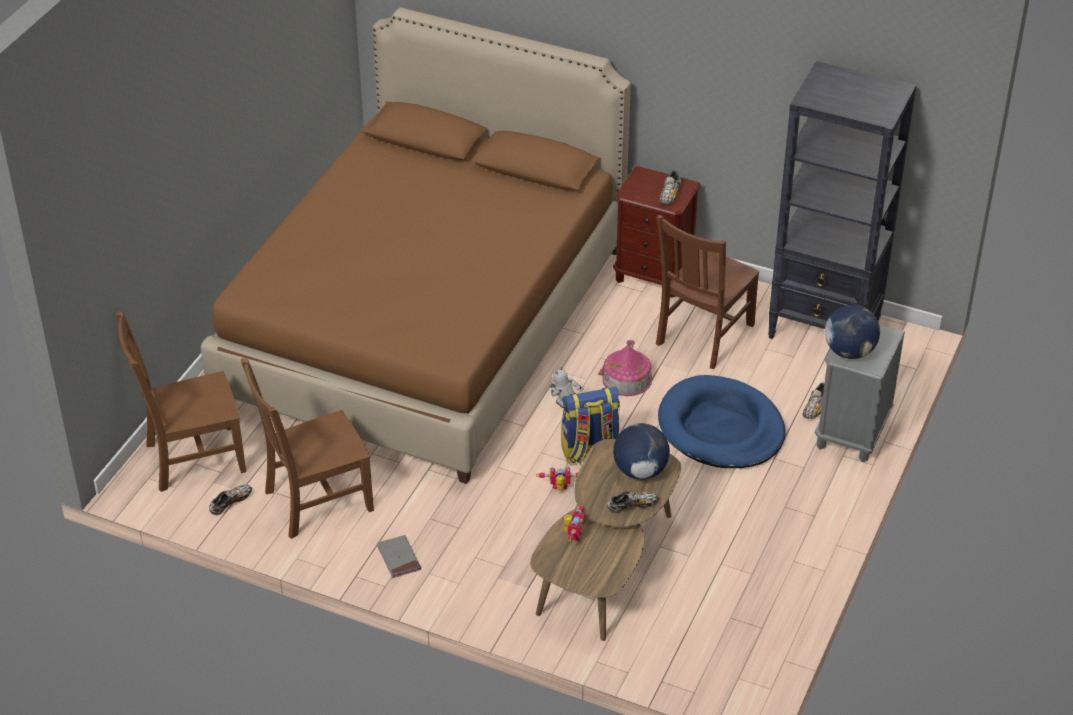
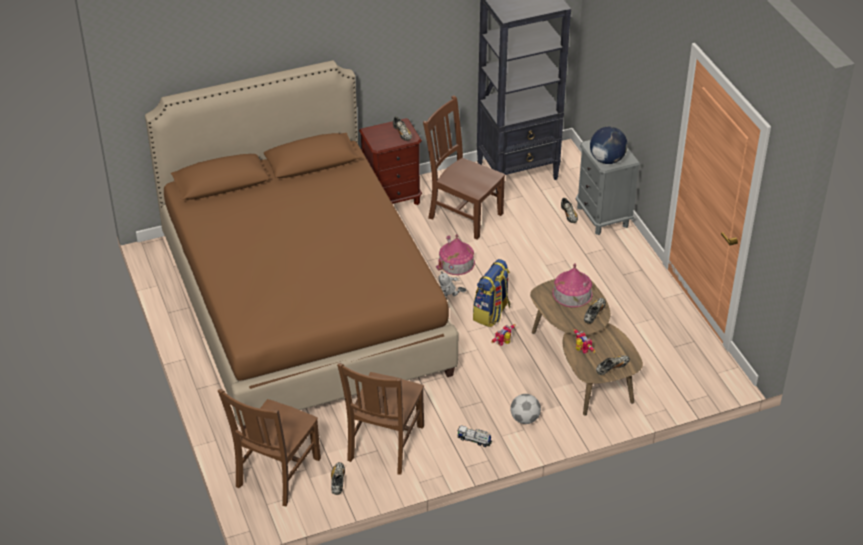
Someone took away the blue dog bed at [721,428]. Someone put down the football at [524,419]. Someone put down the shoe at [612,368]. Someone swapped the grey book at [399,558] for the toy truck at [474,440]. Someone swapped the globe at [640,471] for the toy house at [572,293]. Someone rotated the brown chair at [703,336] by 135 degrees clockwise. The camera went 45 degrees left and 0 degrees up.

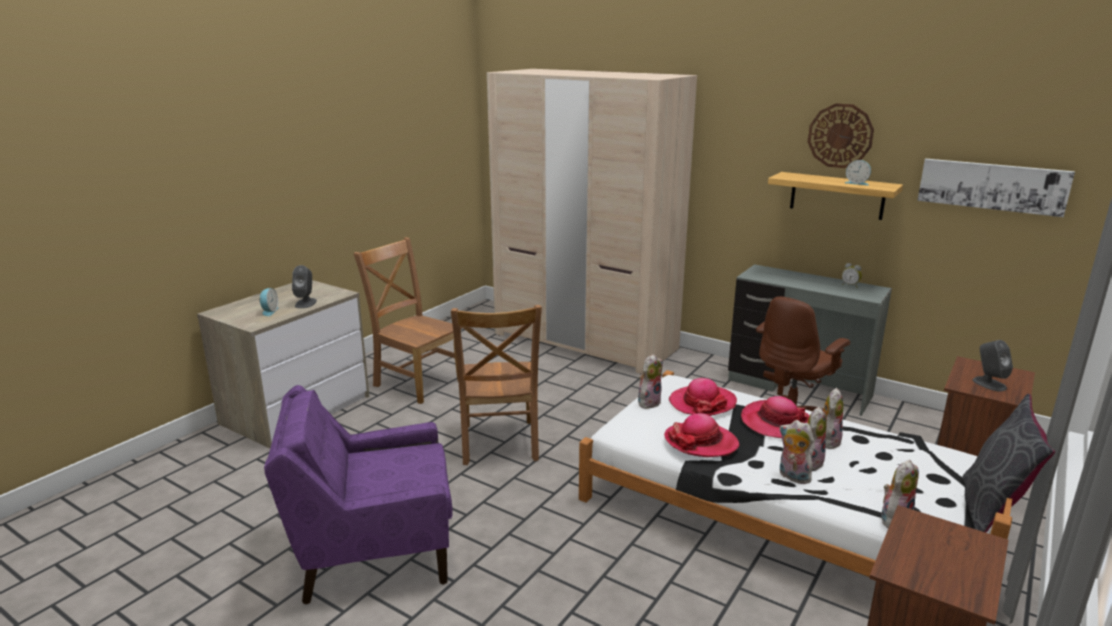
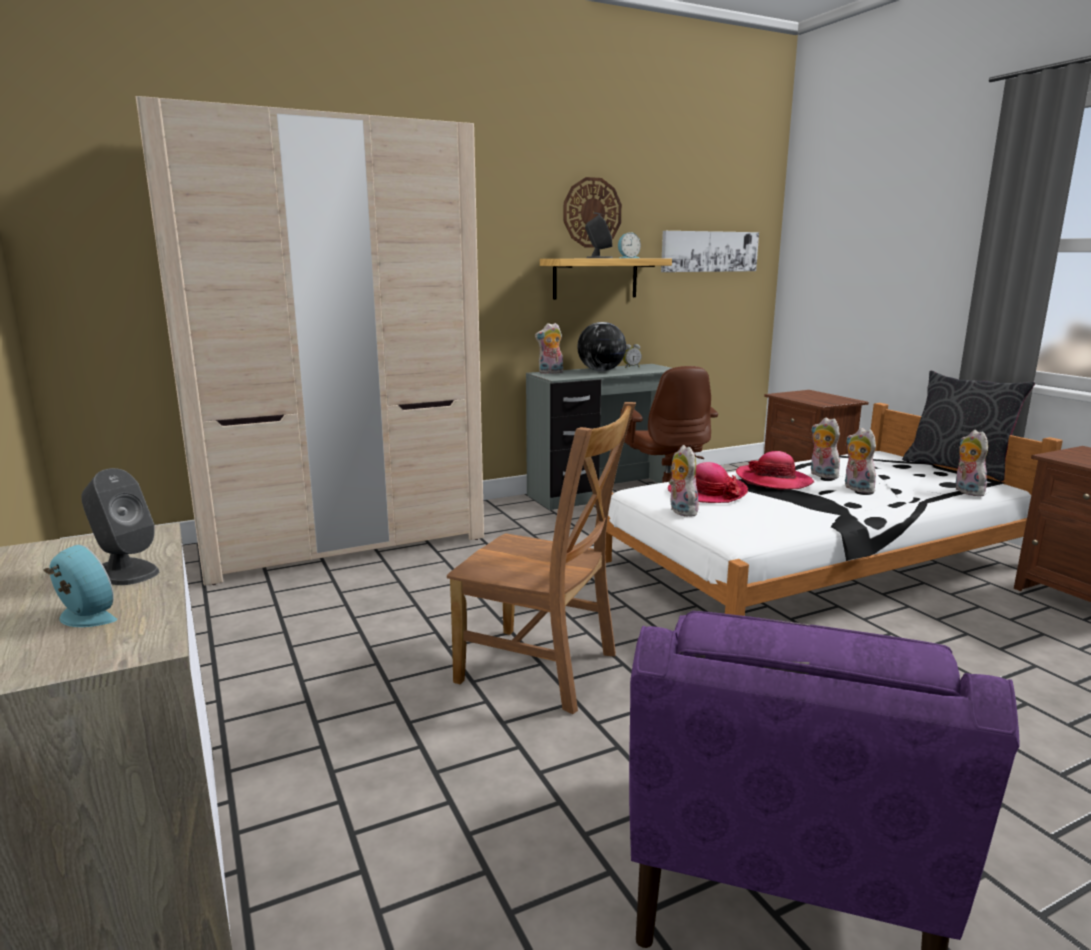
Someone took away the brown chair at [416,382]. Someone took away the hat at [701,442]. Someone put down the globe at [600,371]. Someone carried the plush toy from [792,477] to [550,373]. Someone carried the grey speaker from [988,384] to [599,258]. The camera went 60 degrees left and 5 degrees down.

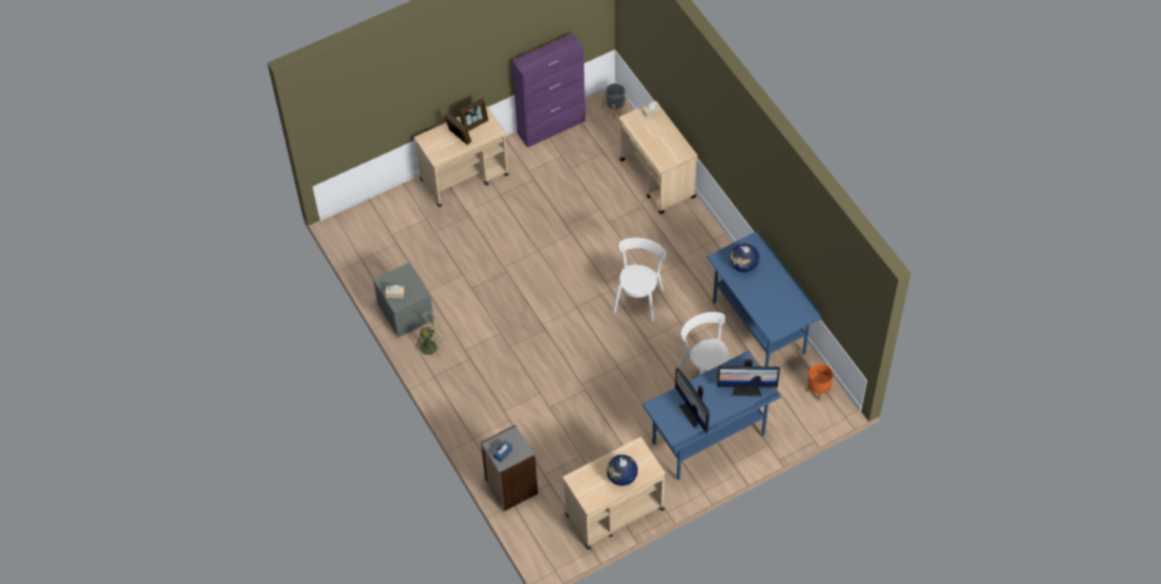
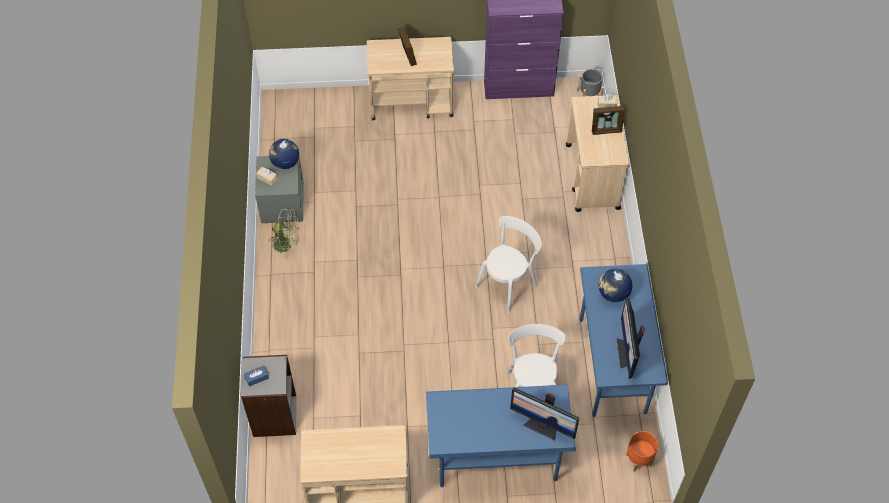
Someone carried the picture frame from [474,124] to [606,130]. Someone carried the globe from [622,477] to [285,163]. Someone carried the monitor from [692,413] to [627,353]. The camera went 25 degrees right and 0 degrees up.

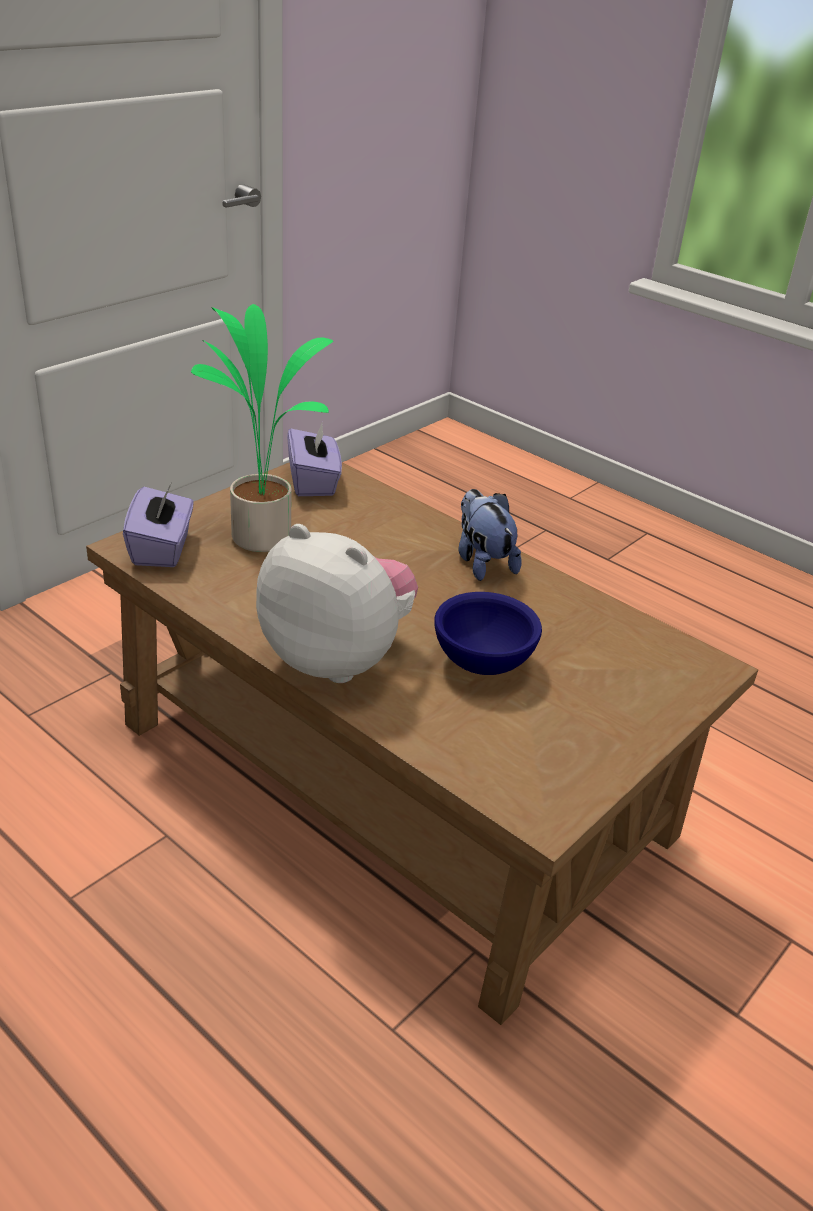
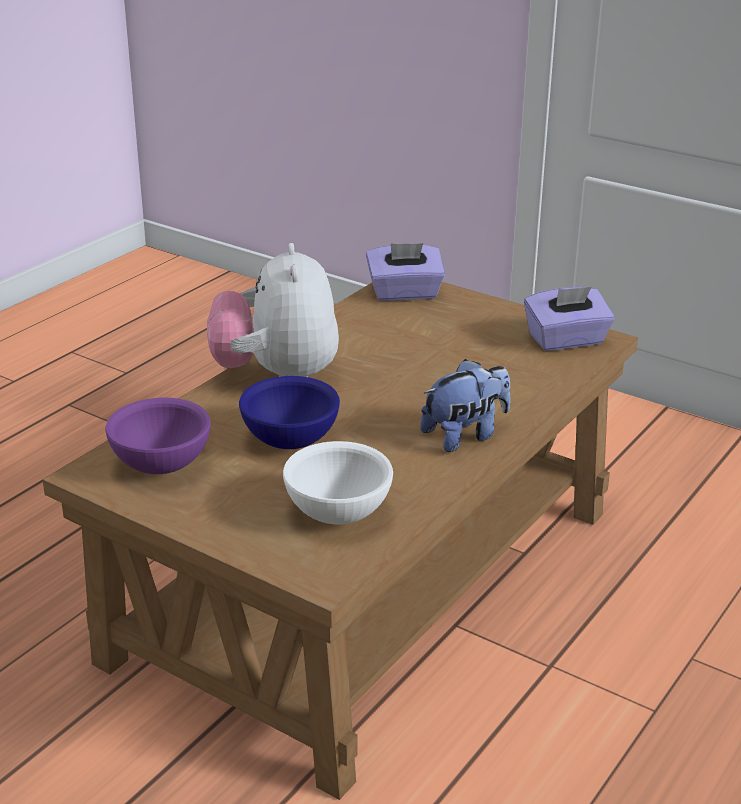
Someone took away the potted plant at [262,536]. Someone put down the purple bowl at [162,464]. Someone put down the white bowl at [336,513]. Someone rotated the plush toy at [337,658] by 150 degrees clockwise. The camera went 85 degrees right and 5 degrees down.

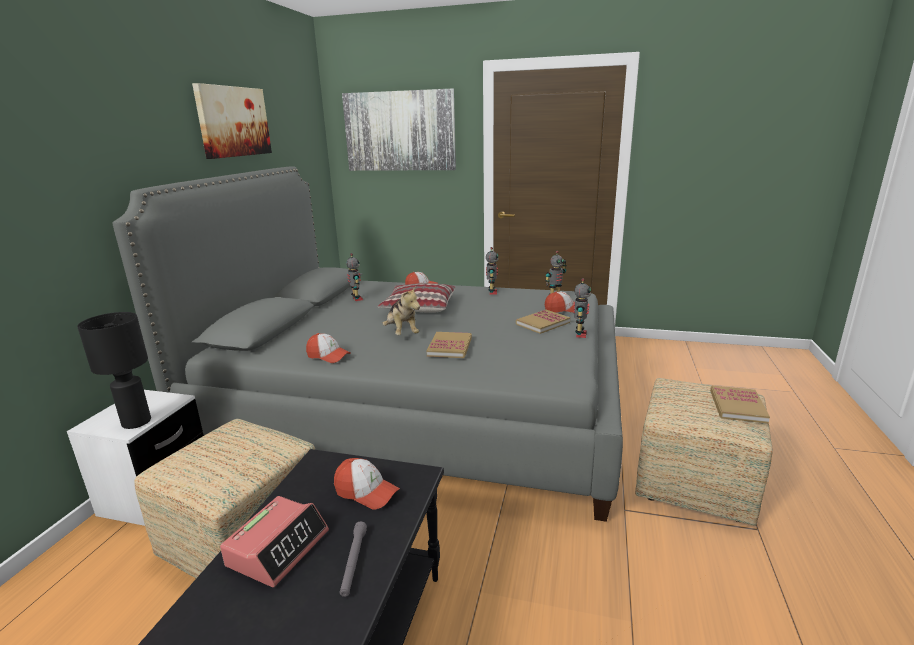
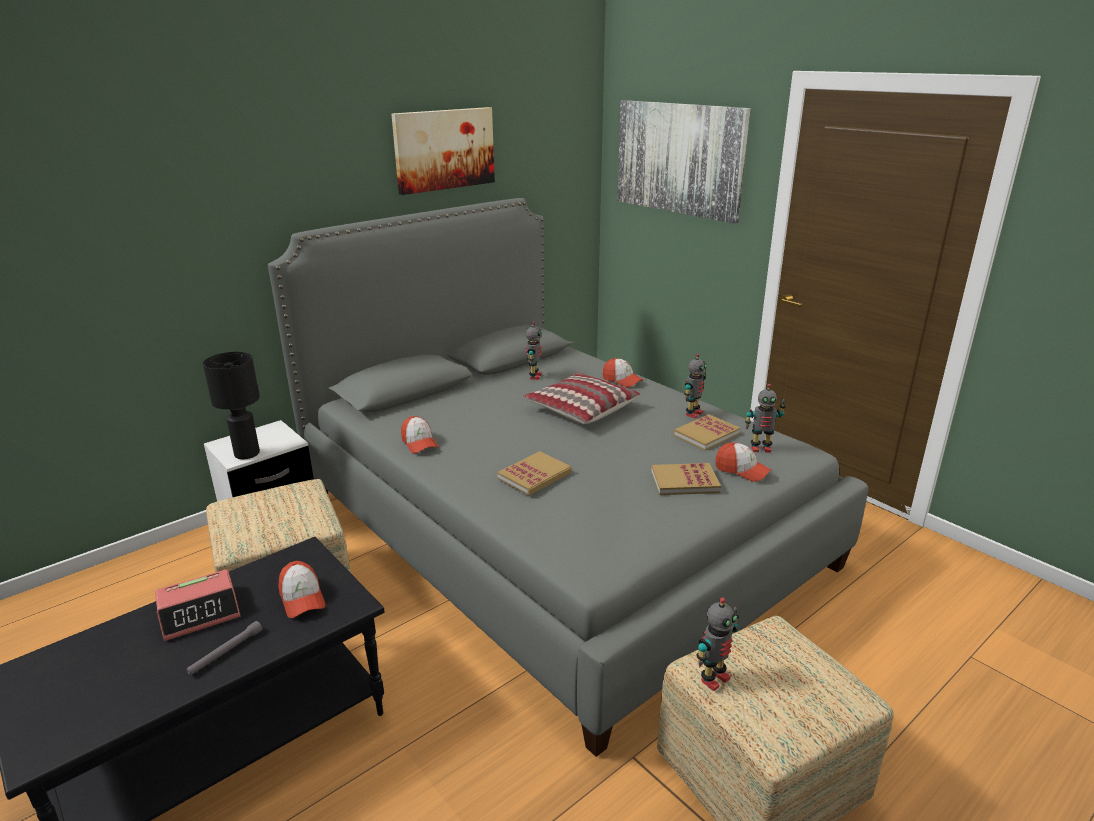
Someone took away the plush toy at [401,333]. Someone carried the toy robot from [579,334] to [713,678]. Someone carried the book from [737,406] to [706,434]. The camera went 35 degrees right and 5 degrees up.

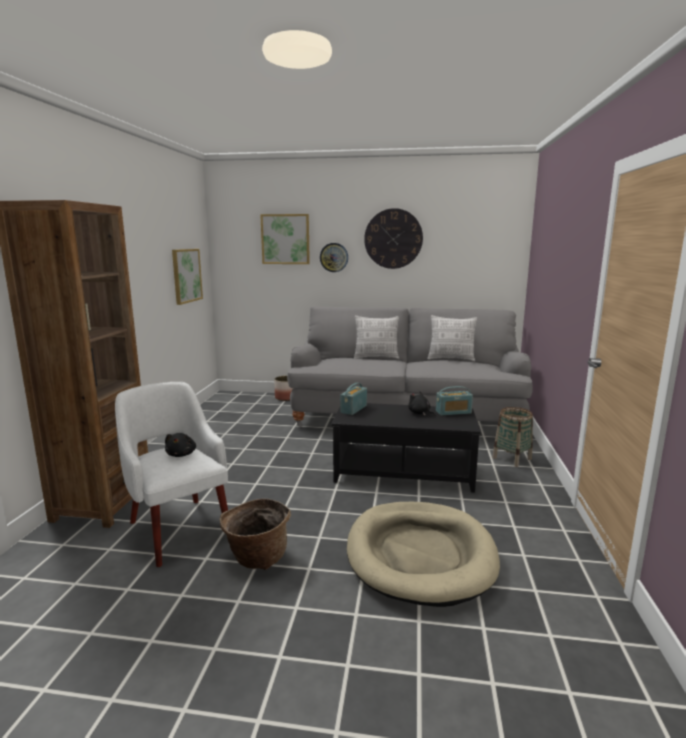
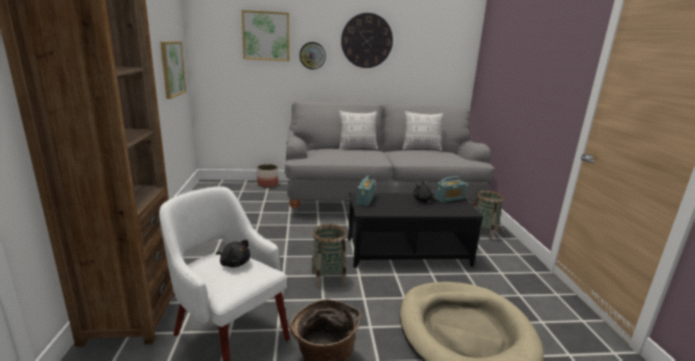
Someone put down the basket at [328,278]. Someone rotated the black plush toy at [181,454] by 45 degrees counterclockwise. The camera went 15 degrees left and 5 degrees up.

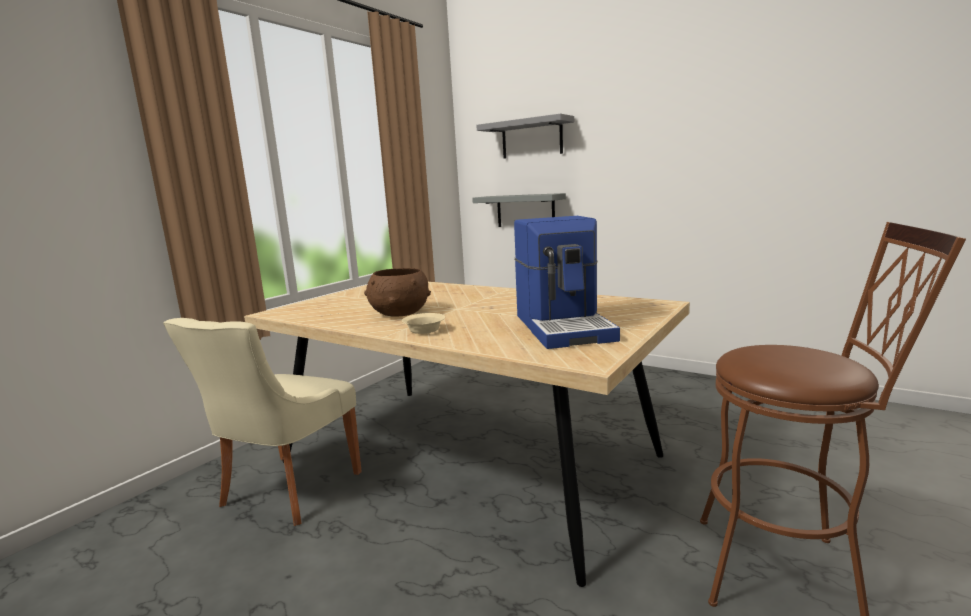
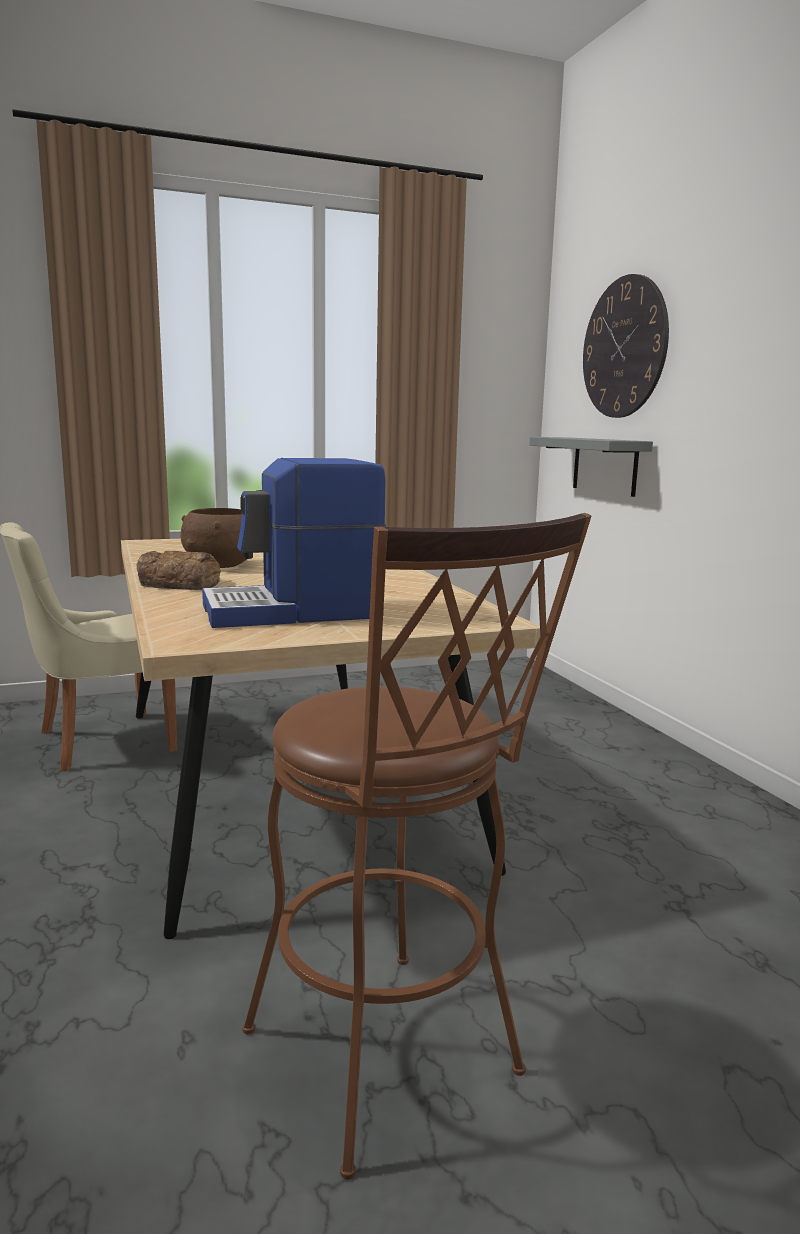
Someone swapped the beige bowl at [424,330] for the bread at [179,583]. Someone swapped the grey shelf at [532,138] for the wall clock at [624,347]. Someone rotated the coffee machine at [564,327] by 45 degrees clockwise. The camera went 35 degrees right and 0 degrees up.

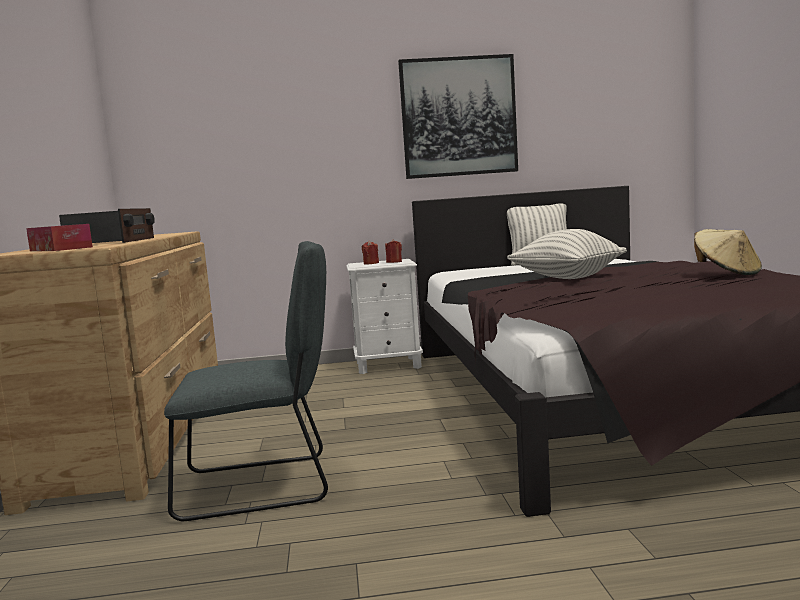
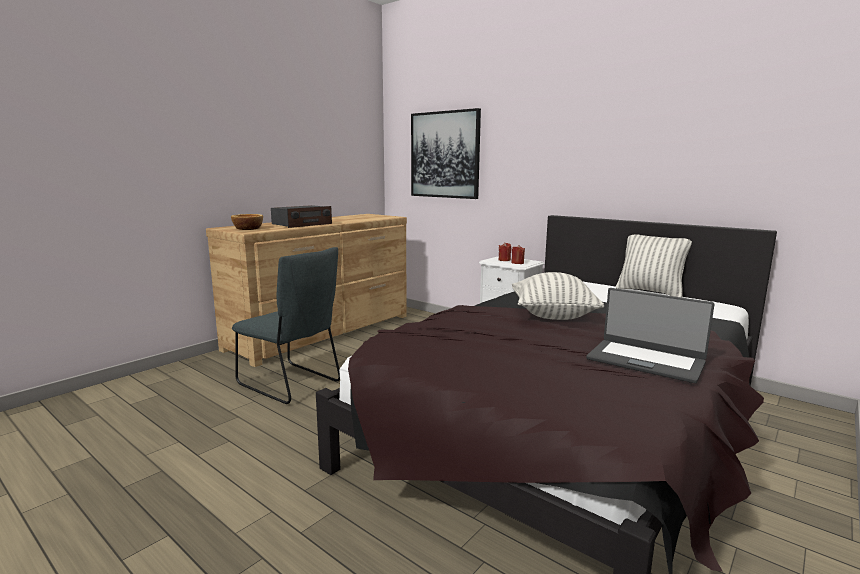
Someone carried the picture from [458,117] to [444,155]. Someone swapped the tissue box at [60,249] for the bowl at [247,228]. Someone swapped the beige hat at [727,273] for the laptop at [645,360]. The camera went 45 degrees right and 5 degrees up.

